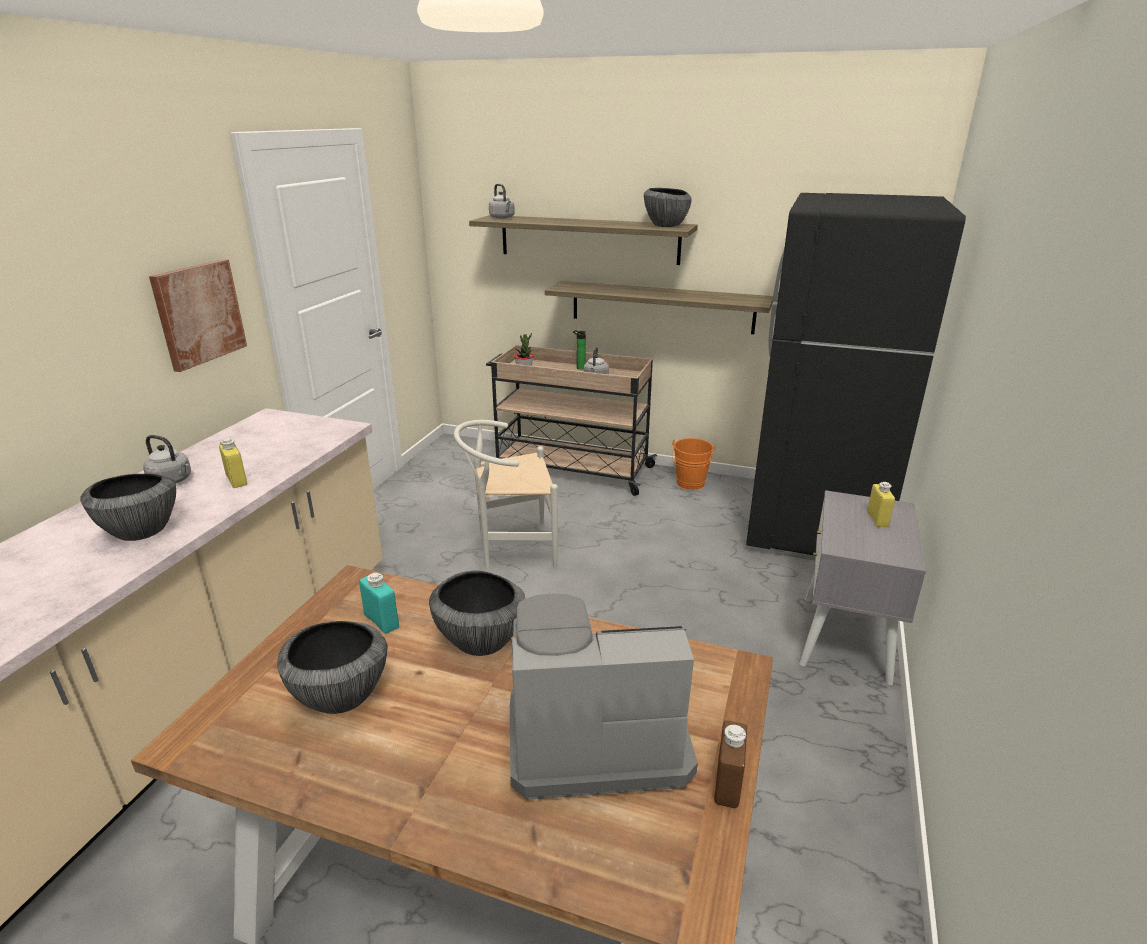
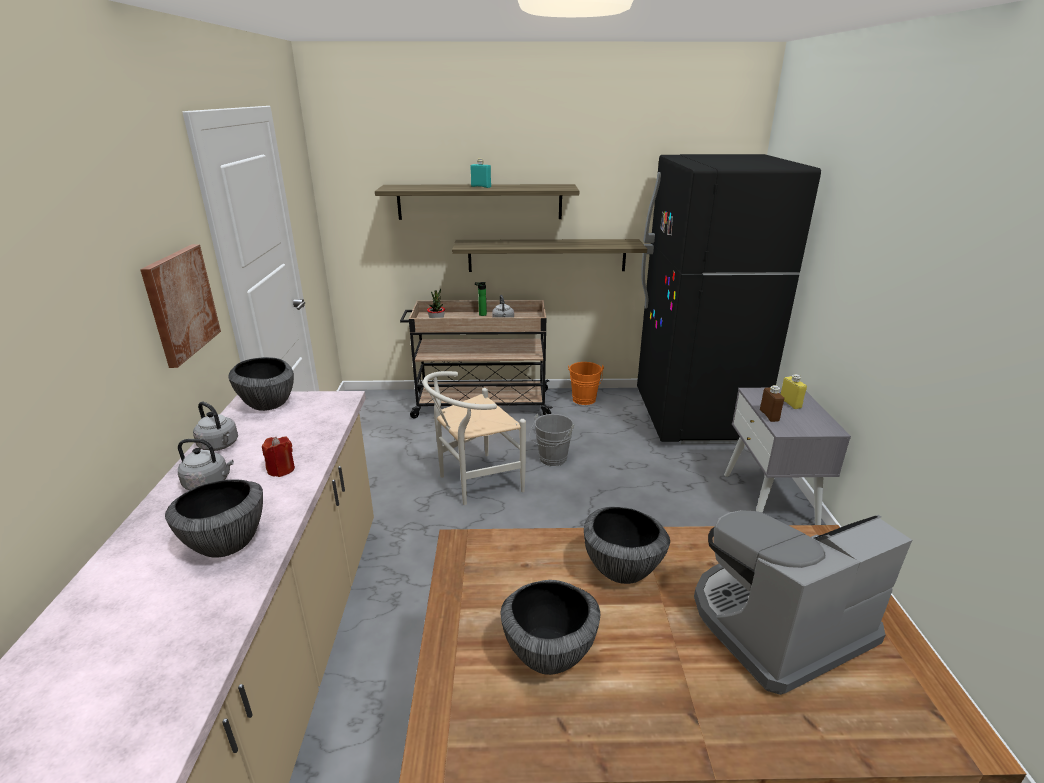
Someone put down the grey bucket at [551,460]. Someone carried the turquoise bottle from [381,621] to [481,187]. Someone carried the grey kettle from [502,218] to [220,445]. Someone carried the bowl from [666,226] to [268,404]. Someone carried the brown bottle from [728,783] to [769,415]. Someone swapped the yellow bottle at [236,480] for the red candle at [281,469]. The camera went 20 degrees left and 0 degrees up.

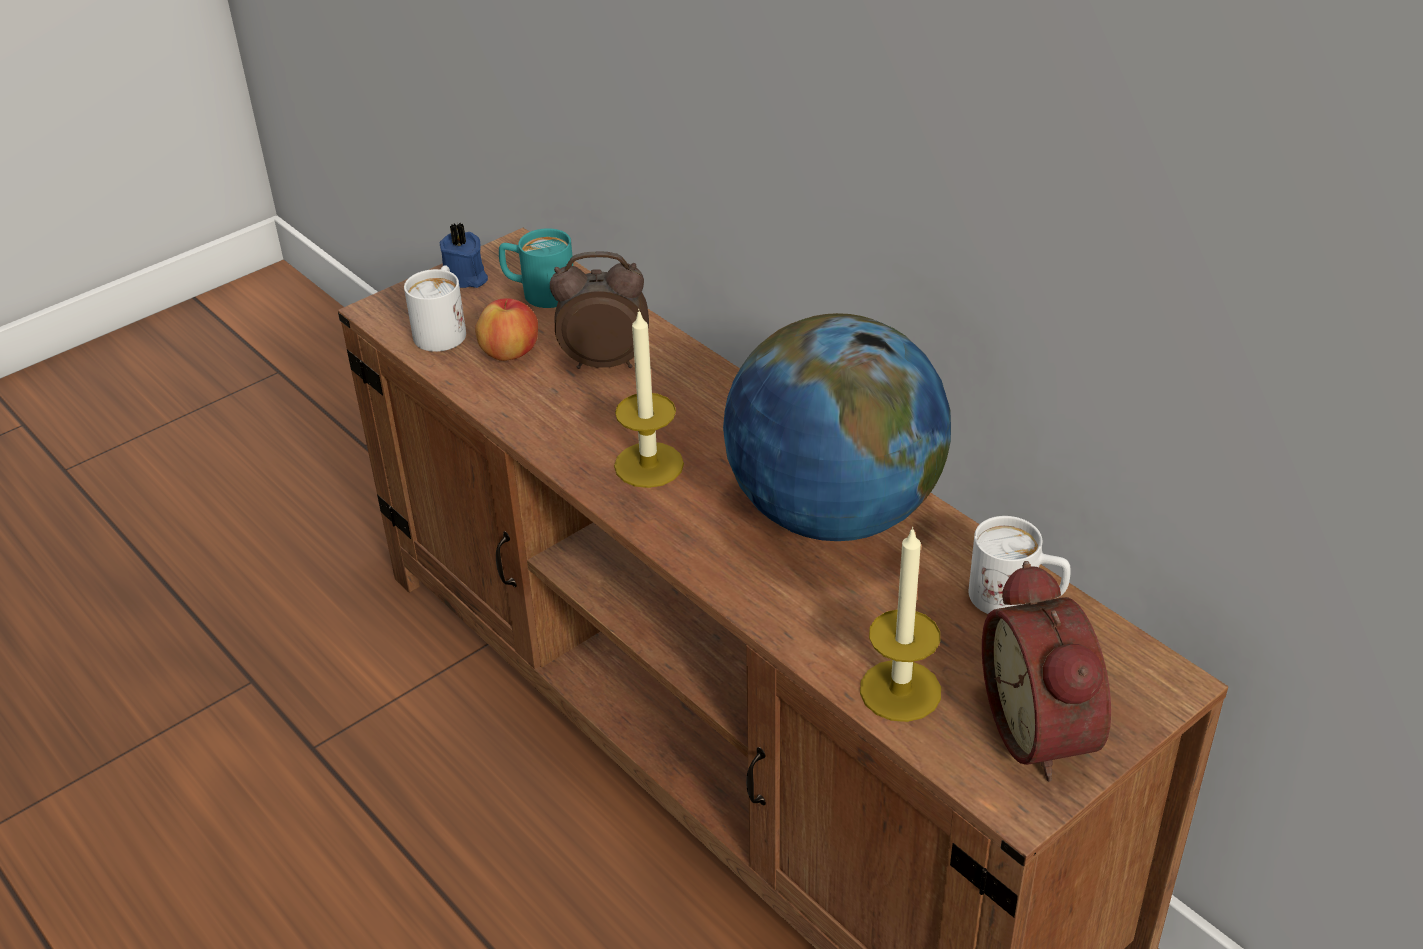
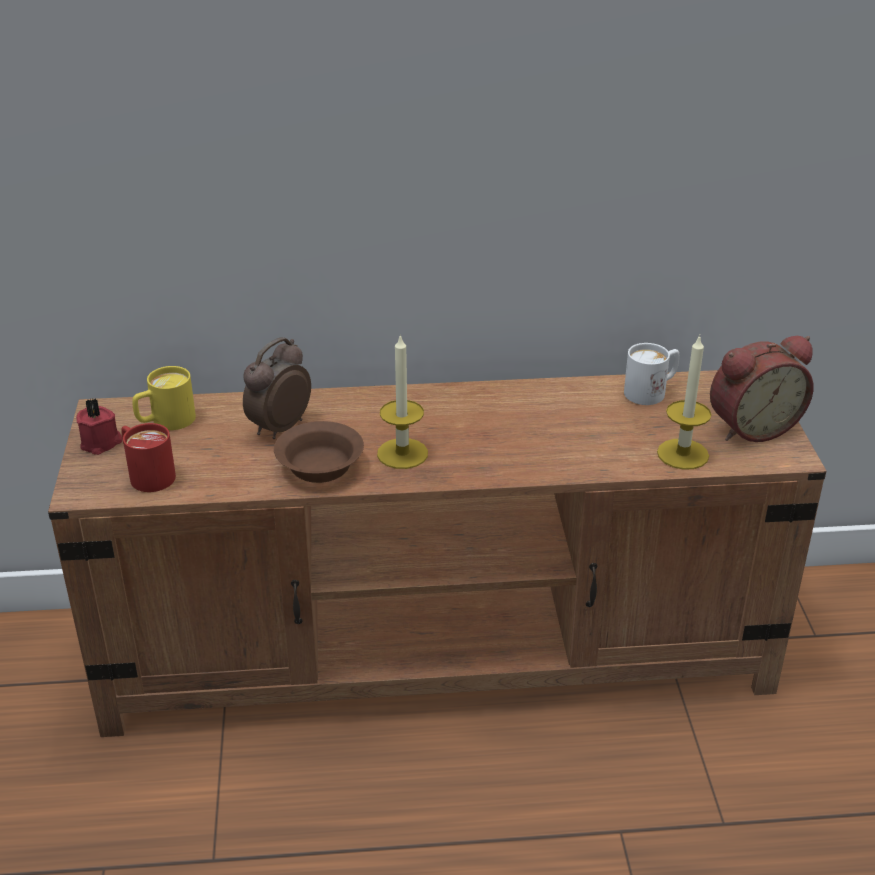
Someone took away the apple at [510,353]. Someone took away the globe at [833,513]. Someone put down the brown bowl at [320,466]. Someone repainted the white mug at [443,329], which became the red mug at [146,474]. Someone repainted the blue candle at [465,278], which became the red candle at [102,443]. Someone repainted the turquoise mug at [538,292], which became the yellow mug at [165,422]. Someone rotated the alarm clock at [1045,730] by 45 degrees counterclockwise. The camera went 55 degrees left and 5 degrees down.

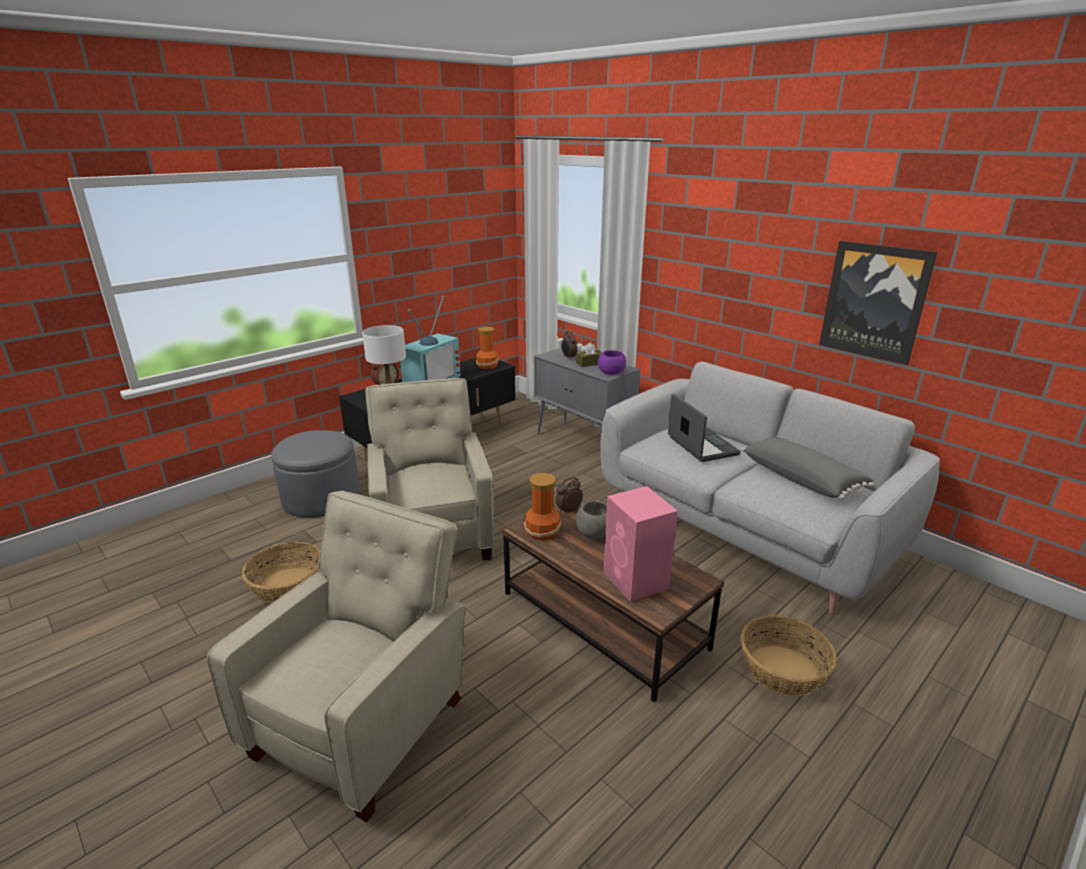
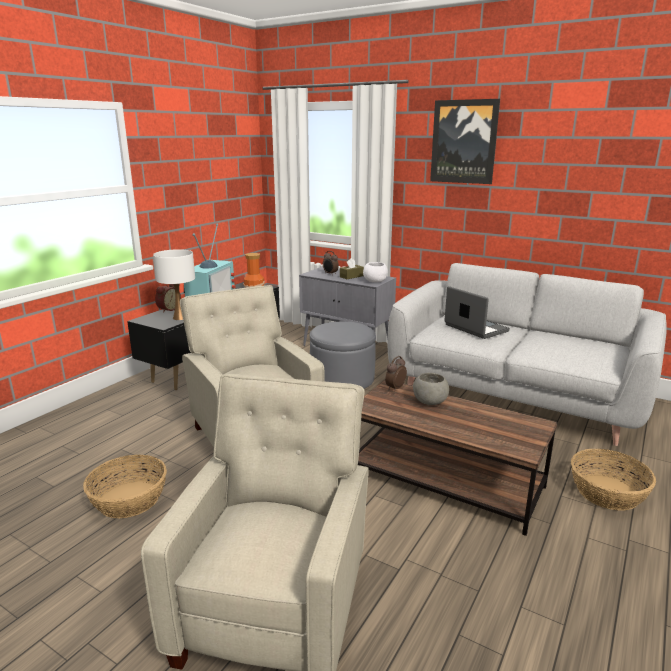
Someone took away the vase at [543,531]. Someone took away the pink speaker at [636,581]. Someone took away the grey pillow at [802,478]. Someone carried the grey ottoman from [321,498] to [342,378]. Someone carried the picture from [874,301] to [464,142]. Someone repainted the purple bowl at [611,373], which became the white bowl at [375,281]. The camera went 15 degrees left and 5 degrees down.

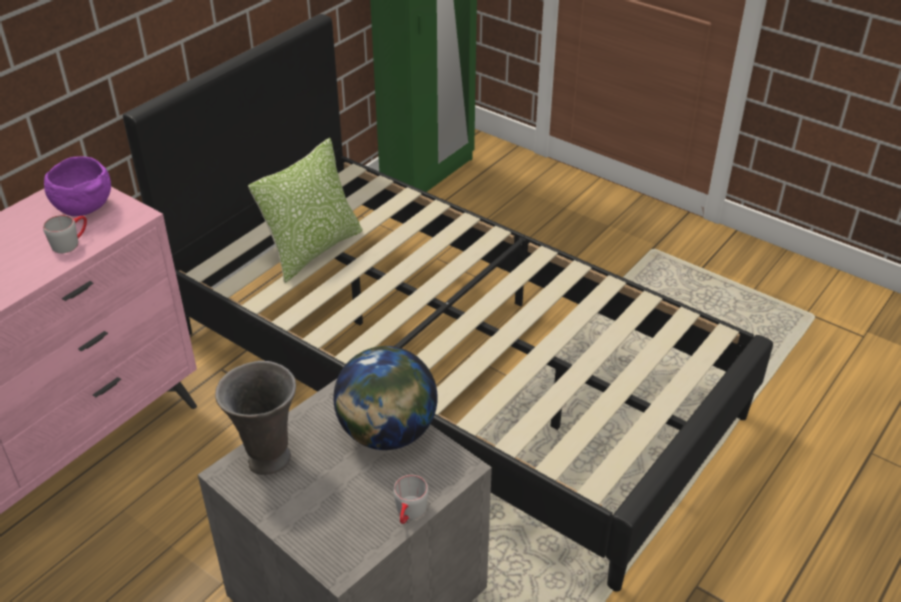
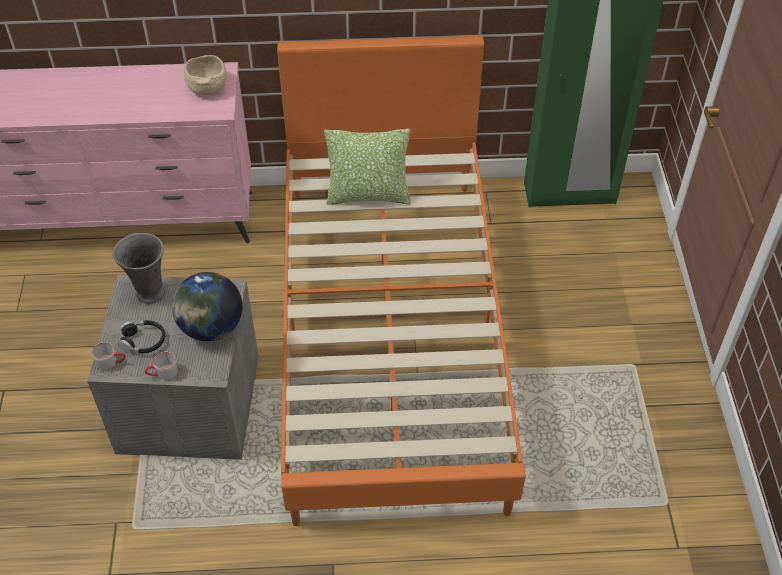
Someone put down the black headphones at [143,341]. Someone carried the grey mug from [71,242] to [112,362]. Someone repainted the purple bowl at [83,208], which became the beige bowl at [207,88]. Someone repainted the black bed at [449,371], which became the orange bed at [391,333]. The camera went 50 degrees right and 10 degrees up.

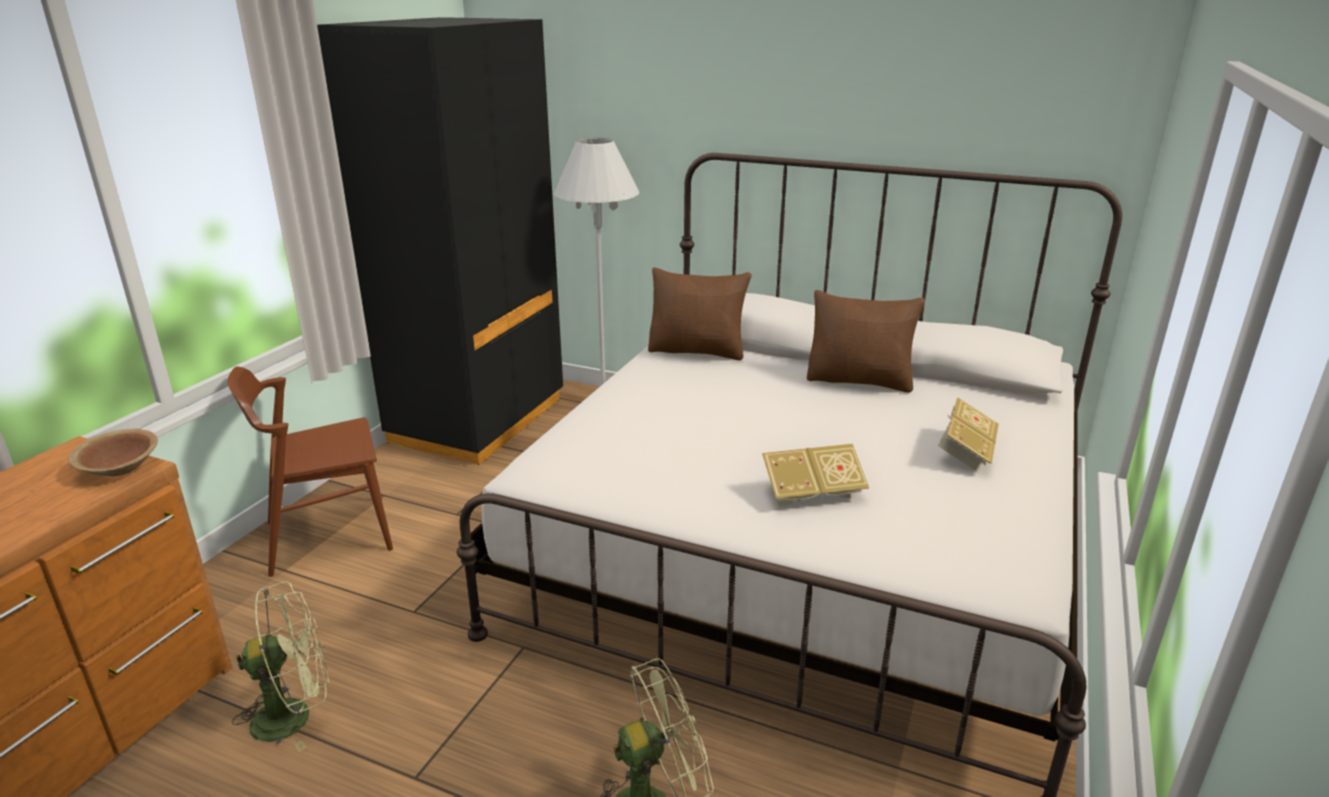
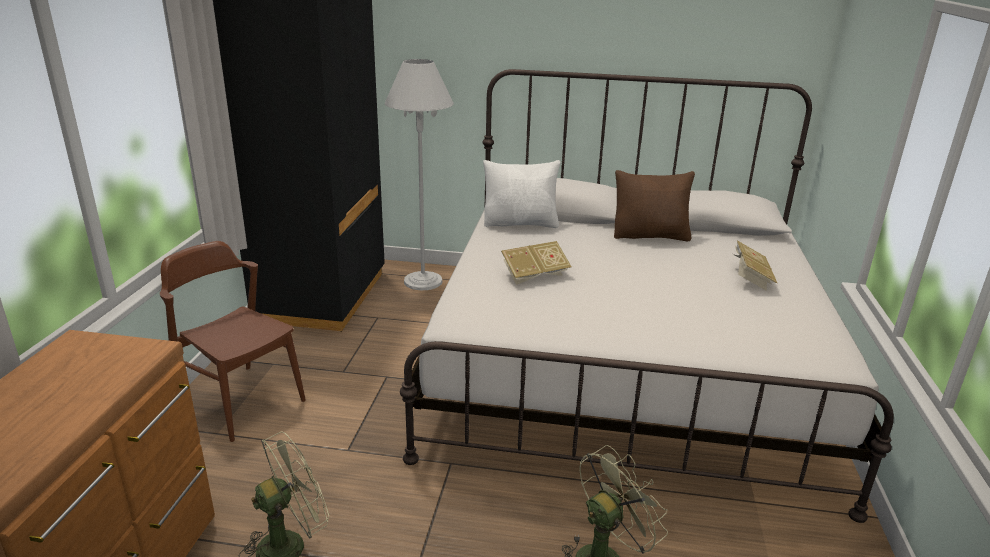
Someone took away the brown bowl at [120,468]. Someone carried the book from [811,493] to [534,275]. Someone repainted the brown pillow at [697,351], which became the white pillow at [521,223]. Someone rotated the brown chair at [328,535] by 75 degrees clockwise. The camera went 15 degrees left and 0 degrees up.

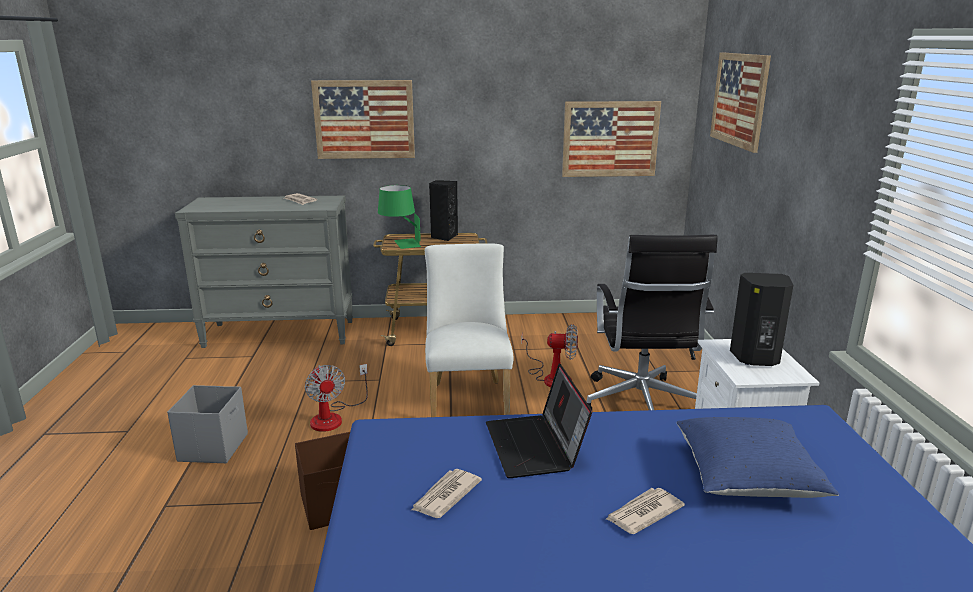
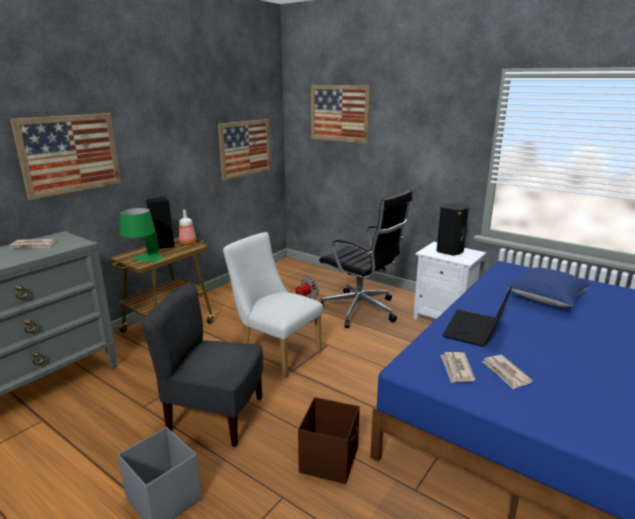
Someone put down the bottle at [188,243]. Someone carried the newspaper from [643,513] to [456,369]. Someone swapped the fan at [333,417] for the grey chair at [215,415]. Someone rotated the laptop at [536,447] by 90 degrees clockwise. The camera went 50 degrees left and 0 degrees up.

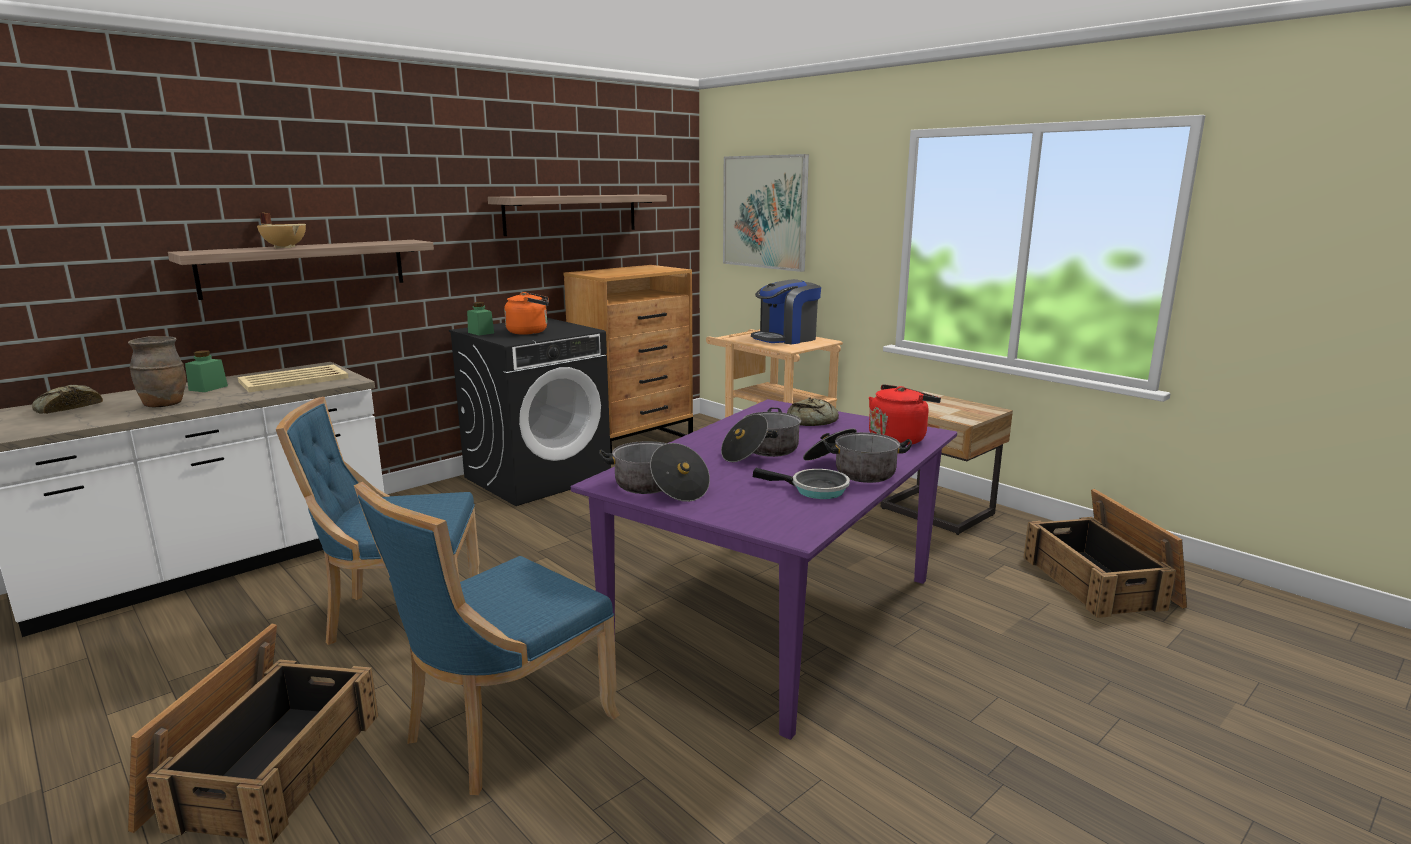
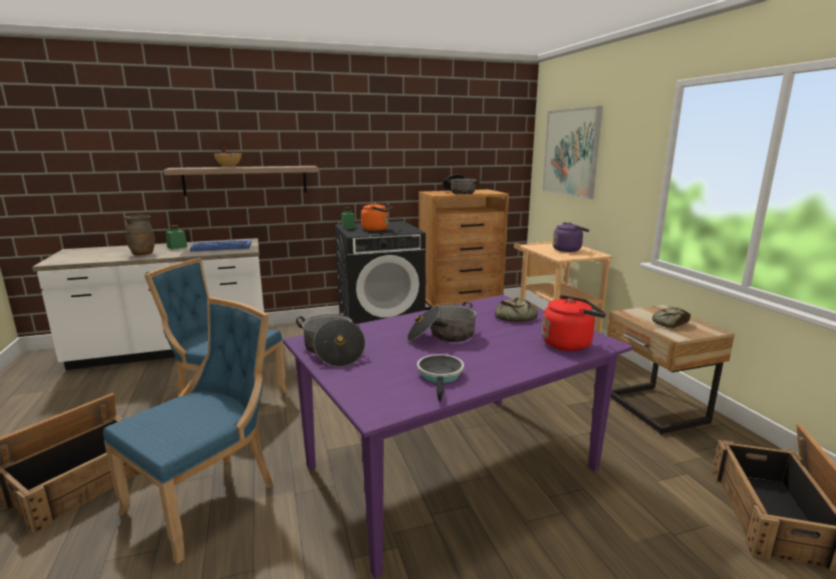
Someone took away the shelf at [571,214]. Someone carried the bread from [66,408] to [669,323]. Someone carried the cooking pot from [852,470] to [459,192]. Someone swapped the coffee machine at [785,338] for the purple kettle at [568,250]. Someone repainted the beige tray at [292,380], which became the blue tray at [221,247]. Someone rotated the blue chair at [502,728] by 150 degrees clockwise. Someone rotated the frying pan at [814,489] by 135 degrees counterclockwise. The camera went 25 degrees right and 0 degrees up.

